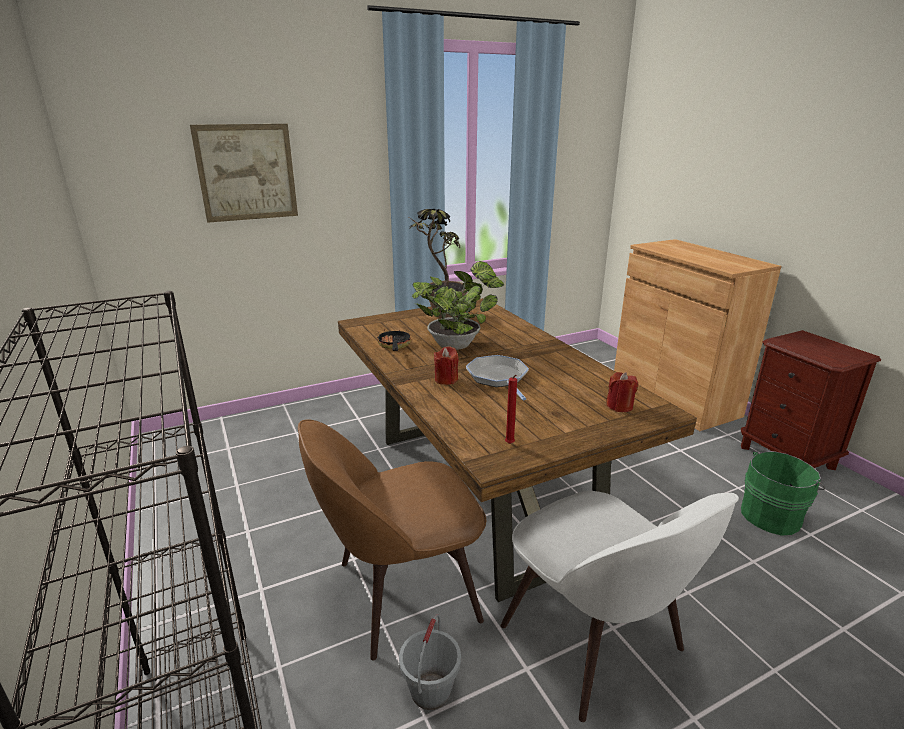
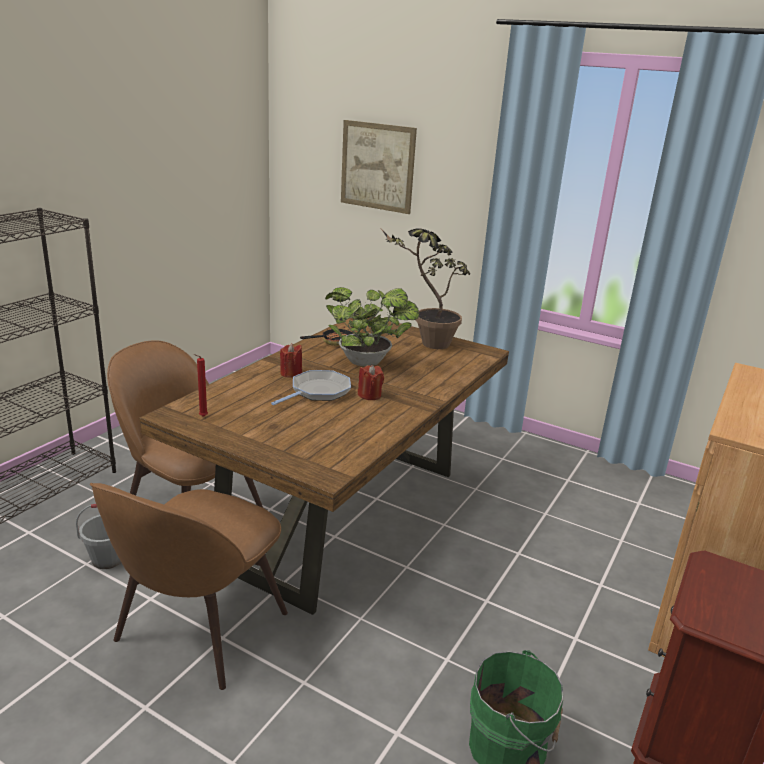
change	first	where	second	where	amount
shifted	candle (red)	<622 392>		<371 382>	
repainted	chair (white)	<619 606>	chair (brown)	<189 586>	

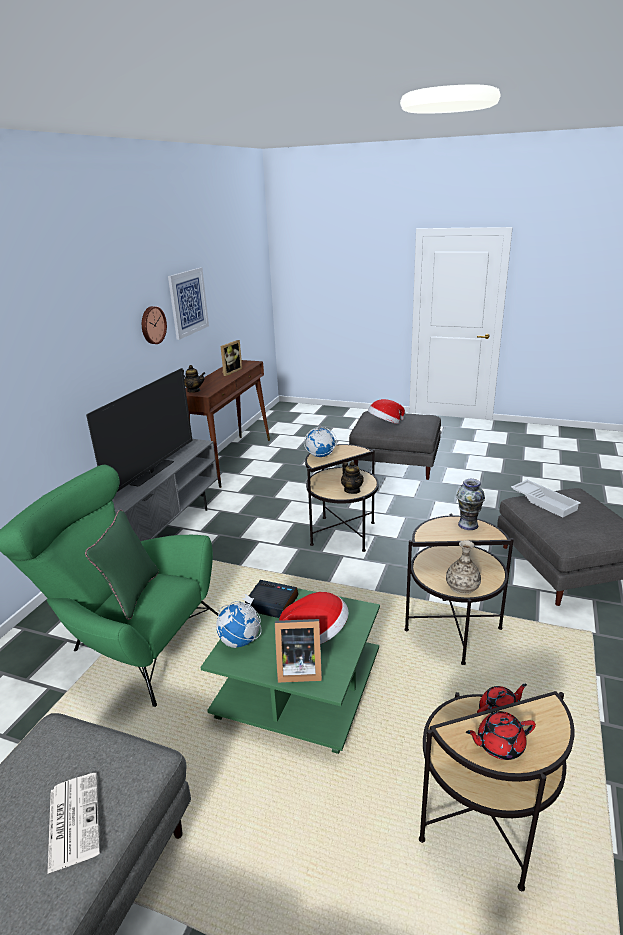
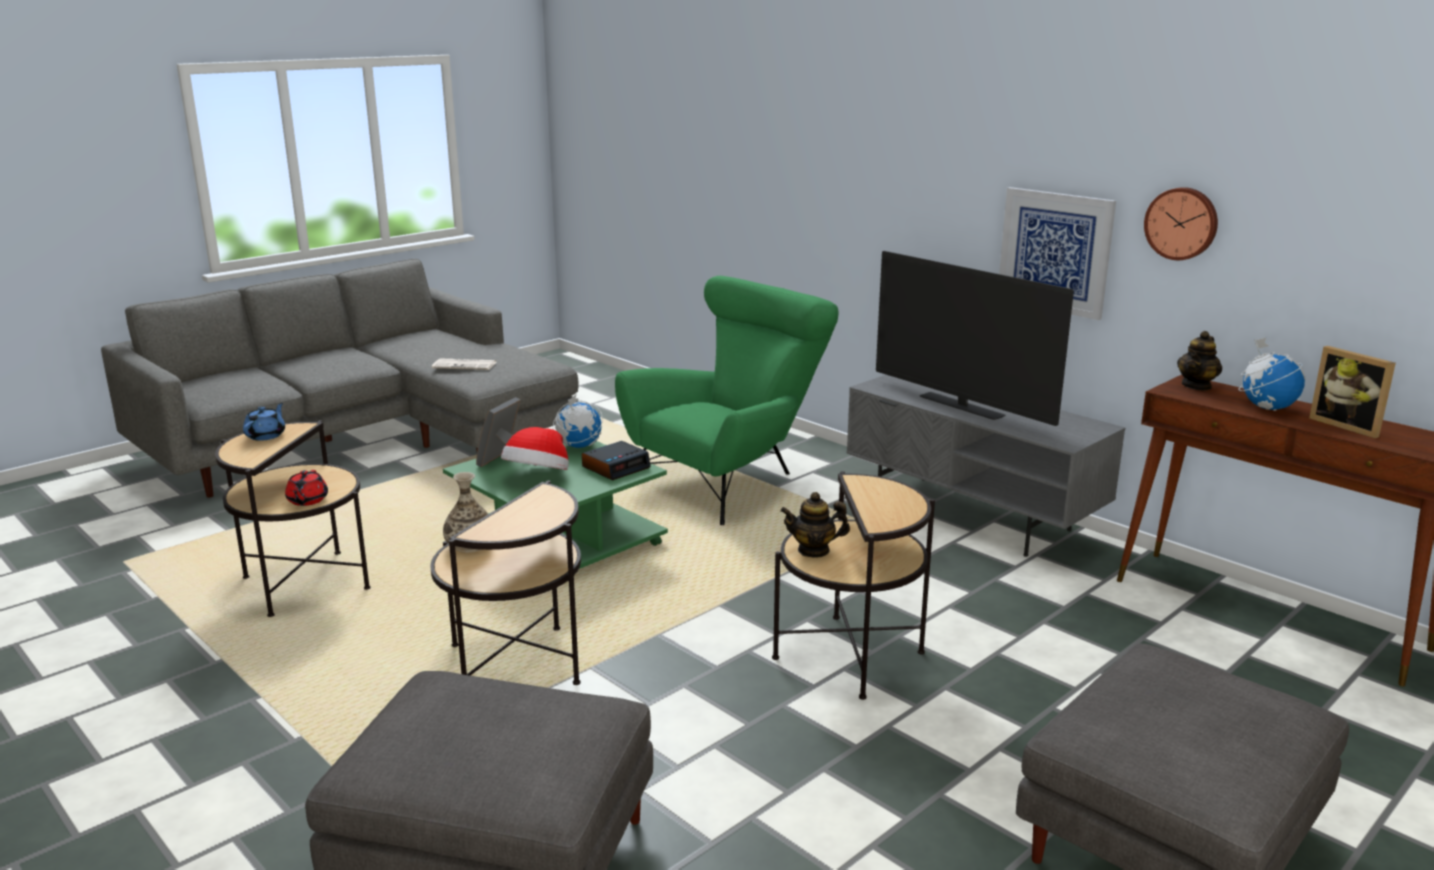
change	first	where	second	where	amount
gone	pillow (green)	<121 565>			
gone	hat	<386 411>			
gone	vase	<471 504>			
gone	tray (white)	<546 498>			
shifted	picture	<188 303>		<1057 253>	
shifted	globe	<320 440>		<1271 374>	
repainted	teapot (red)	<501 735>	teapot (blue)	<264 422>	

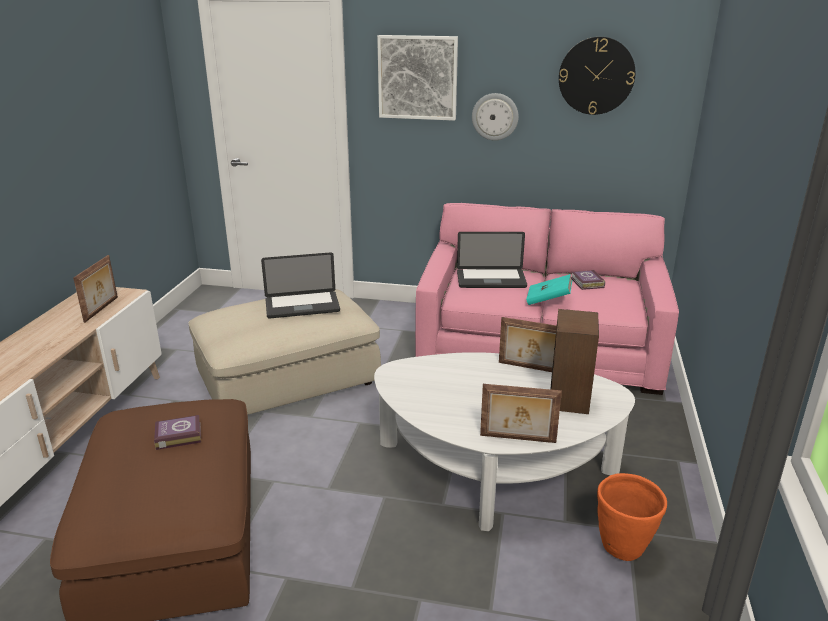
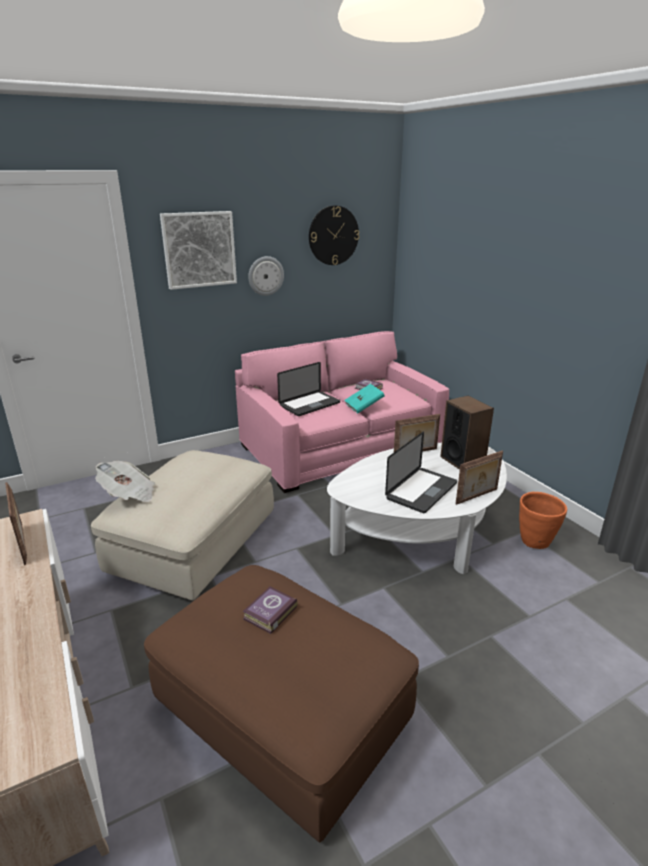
change	first	where	second	where	amount
new			newspaper	<125 481>	
shifted	laptop	<300 285>		<421 472>	

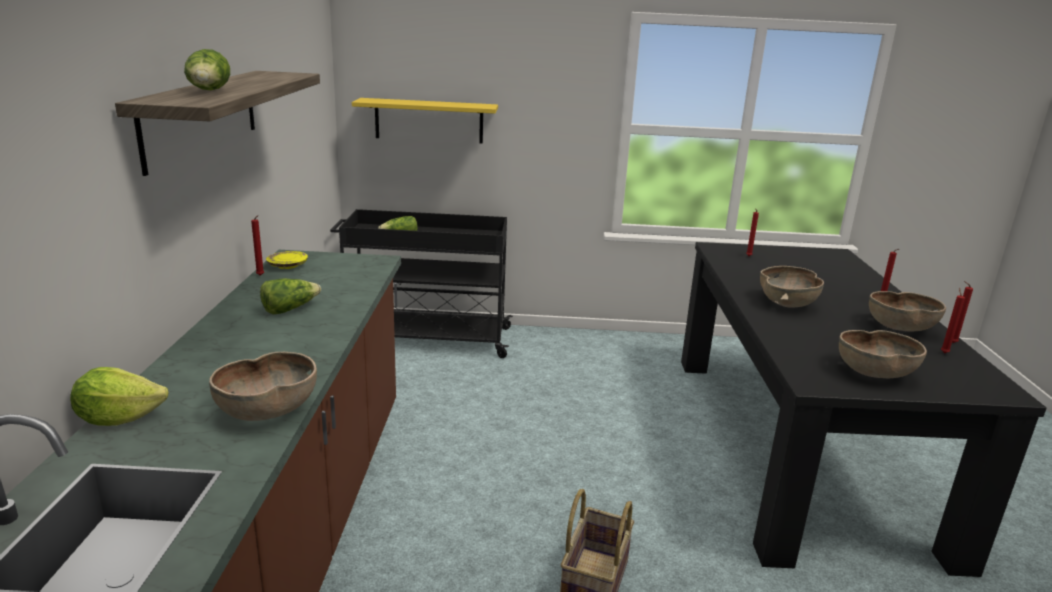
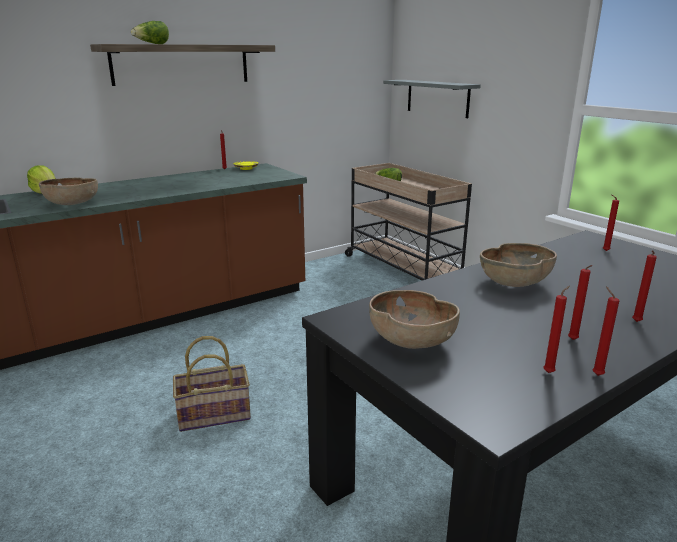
change	first	where	second	where	amount
gone	lettuce	<290 297>			
swapped	bowl (brown)	<907 311>	candle (red)	<580 302>	
repainted	cart (black)	<421 283>	cart (beige)	<408 221>	
repainted	shelf (yellow)	<425 120>	shelf (grey)	<432 99>	

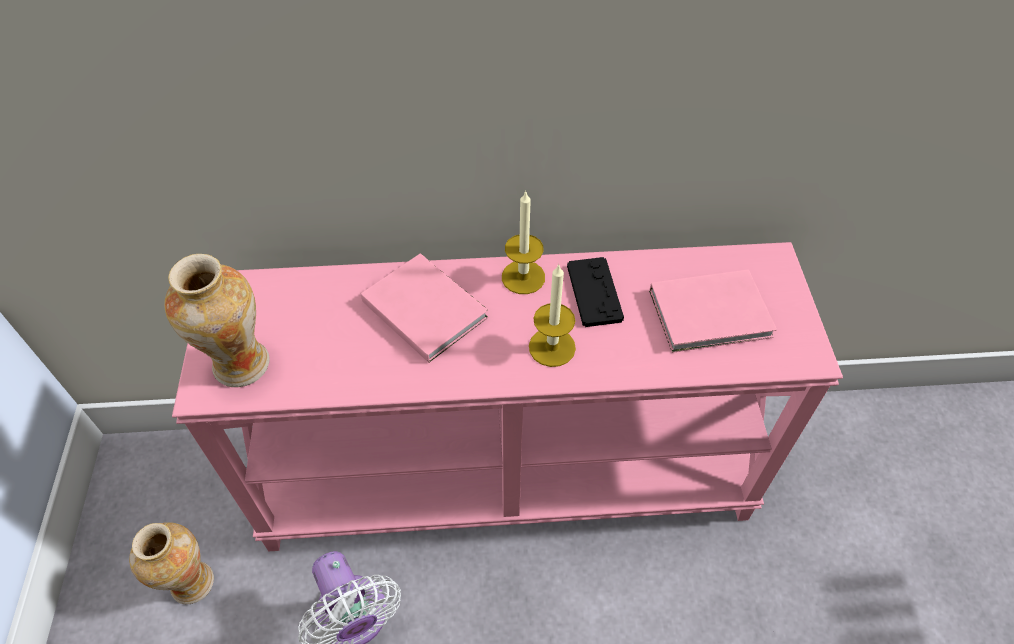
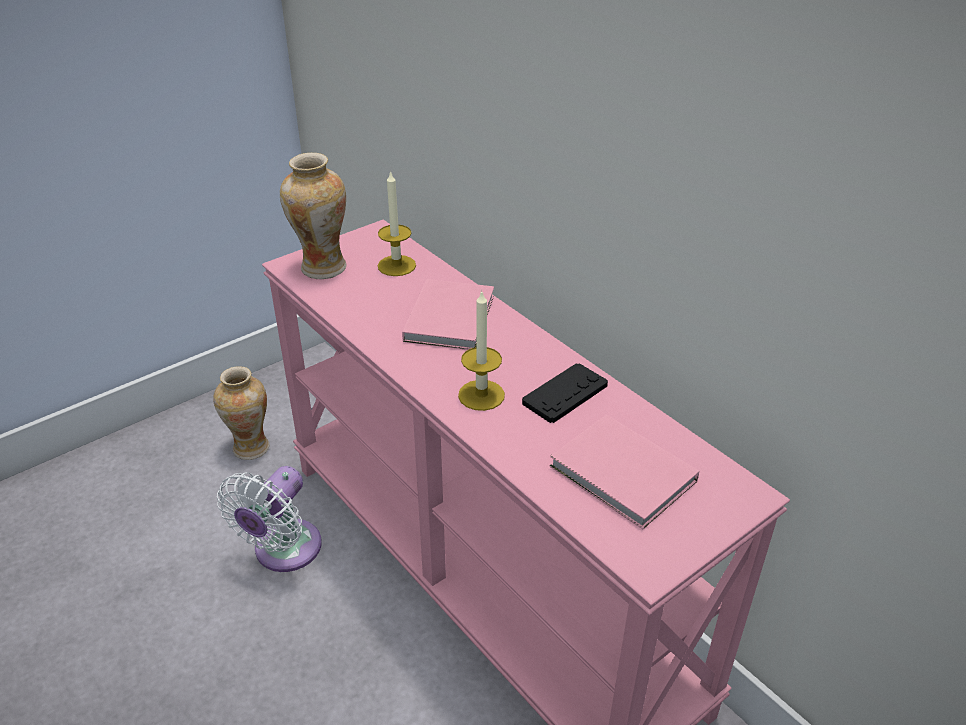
change	first	where	second	where	amount
shifted	candle	<523 242>		<397 223>	

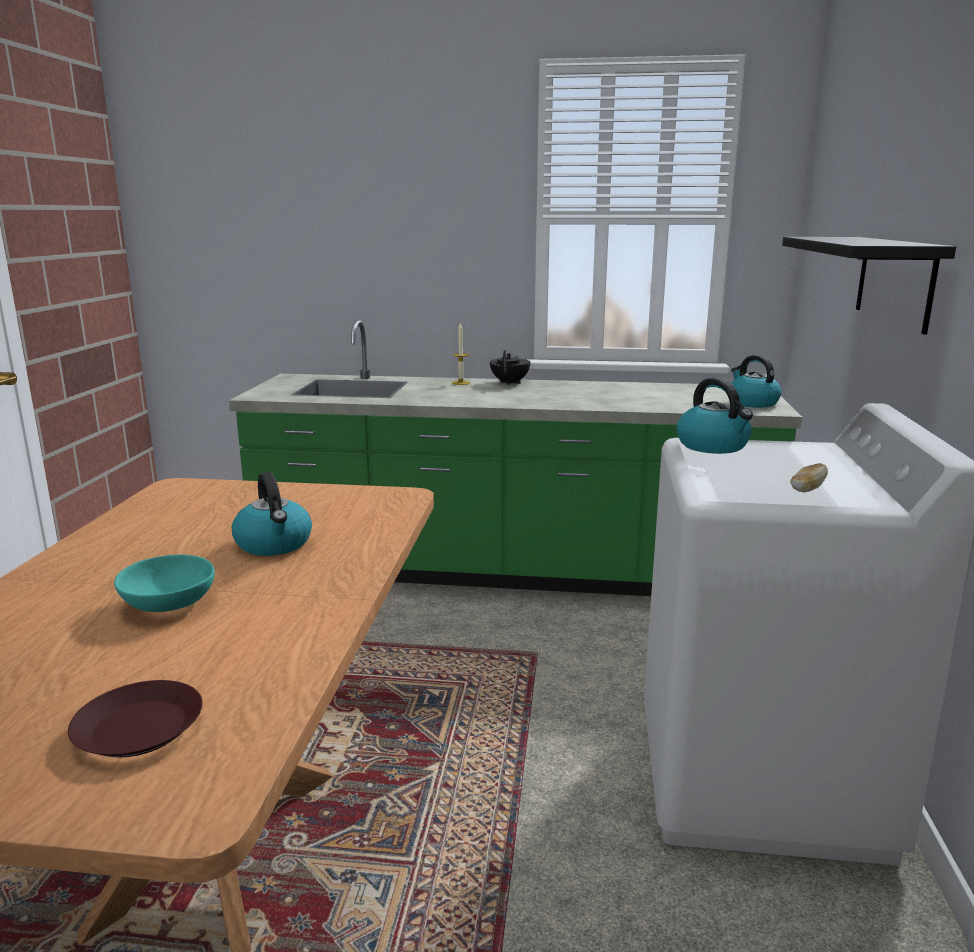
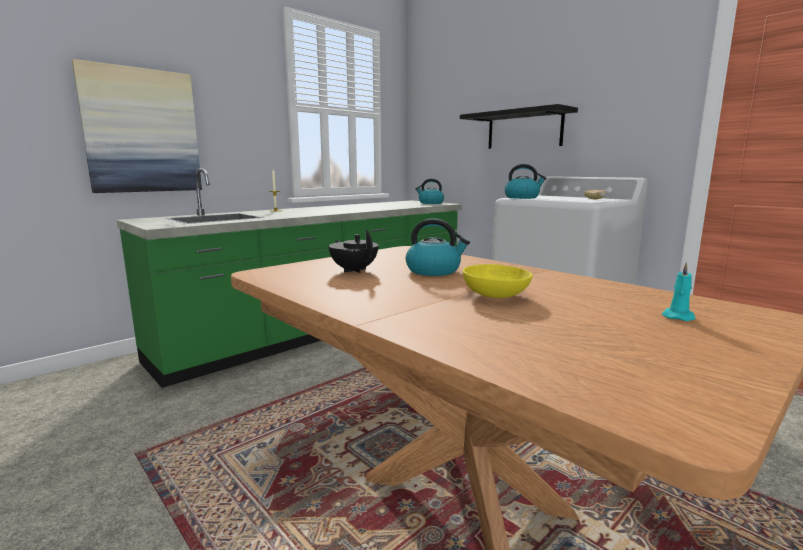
change	first	where	second	where	amount
new			picture	<137 126>	
shifted	teapot (black)	<510 367>		<354 251>	
swapped	plate (brown)	<135 718>	candle (turquoise)	<678 291>	
repainted	bowl (turquoise)	<164 583>	bowl (yellow)	<498 281>	

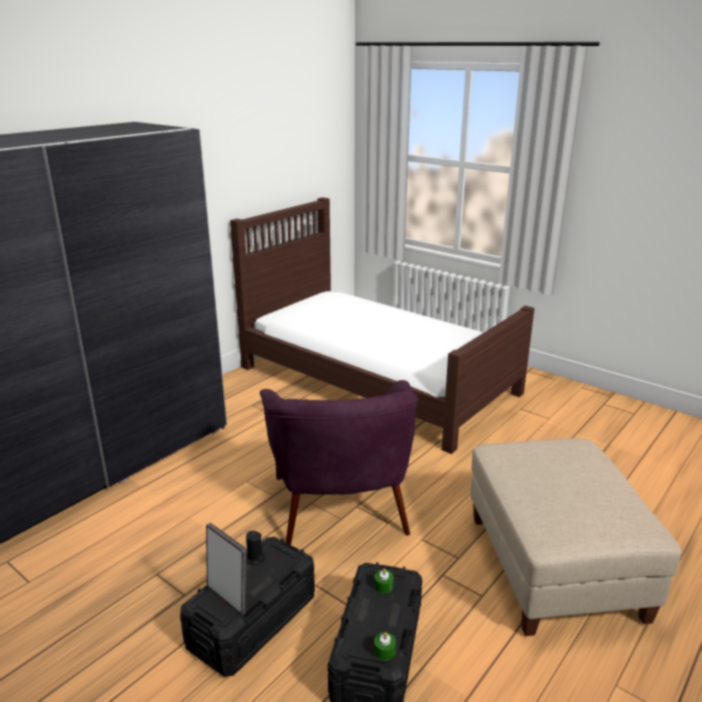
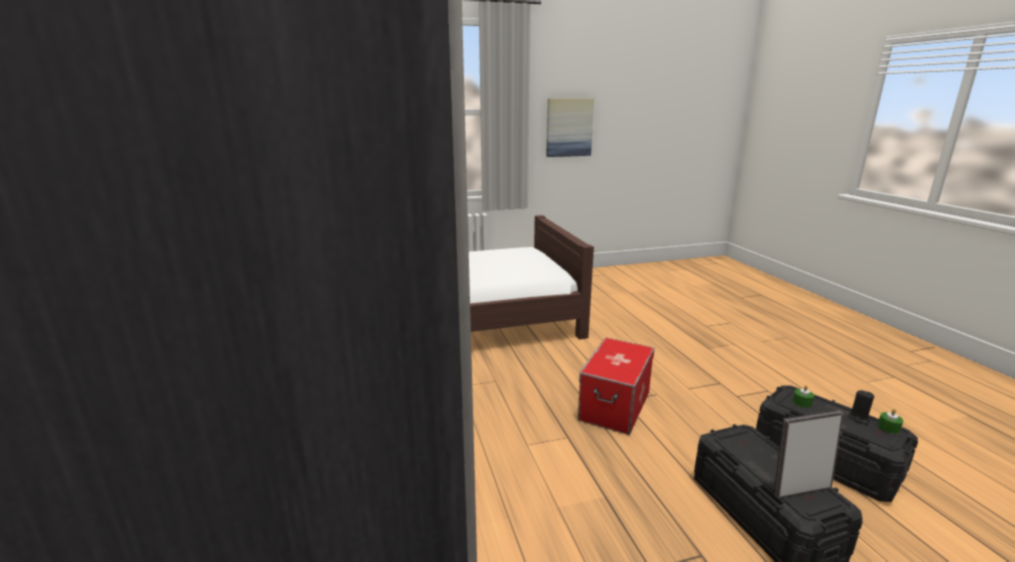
change	first	where	second	where	amount
gone	ottoman (beige)	<575 537>			
new			picture	<570 127>	
shifted	candle (black)	<255 548>		<861 407>	
swapped	armchair (purple)	<339 462>	storage box	<616 386>	

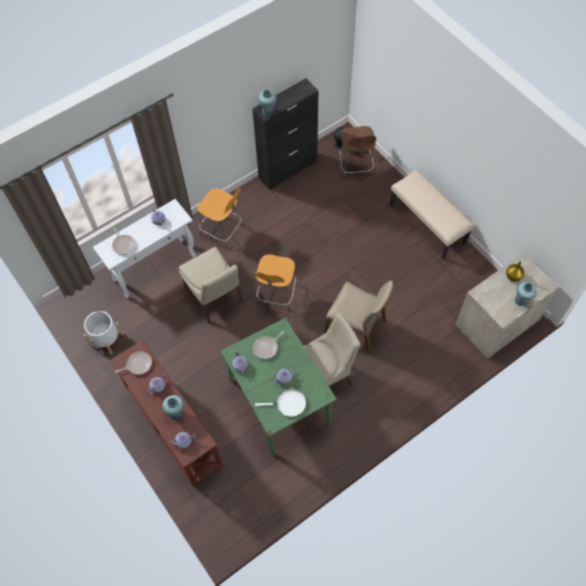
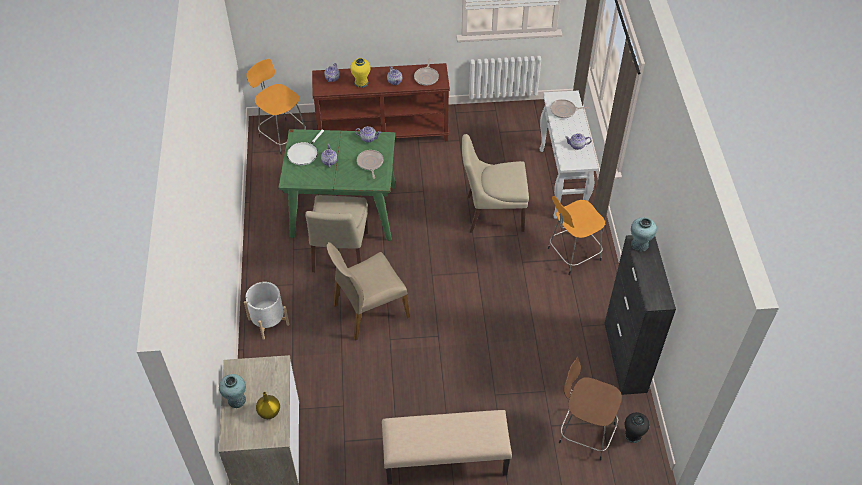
change	first	where	second	where	amount
shifted	planter (white)	<103 332>		<266 311>	
shifted	stool (orange)	<275 282>		<276 107>	
repainted	vase (turquoise)	<173 407>	vase (yellow)	<360 73>	

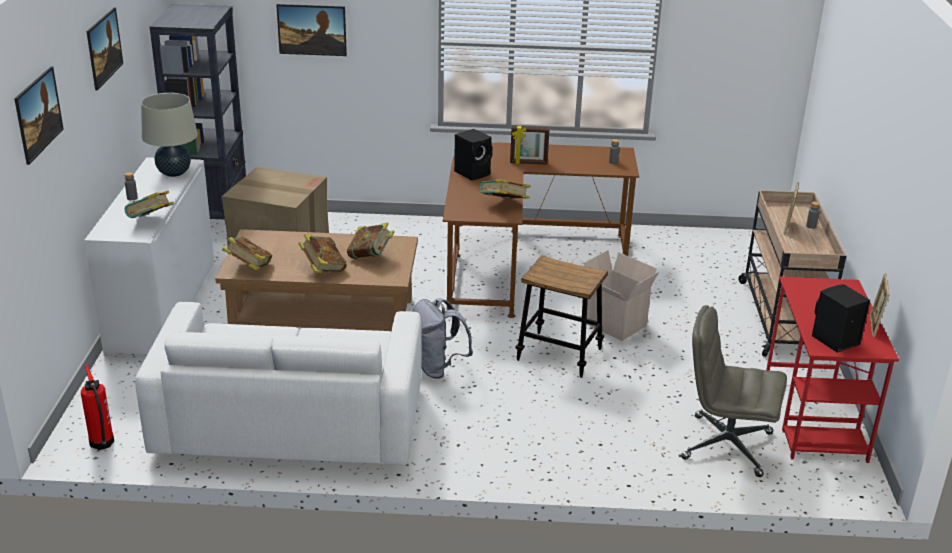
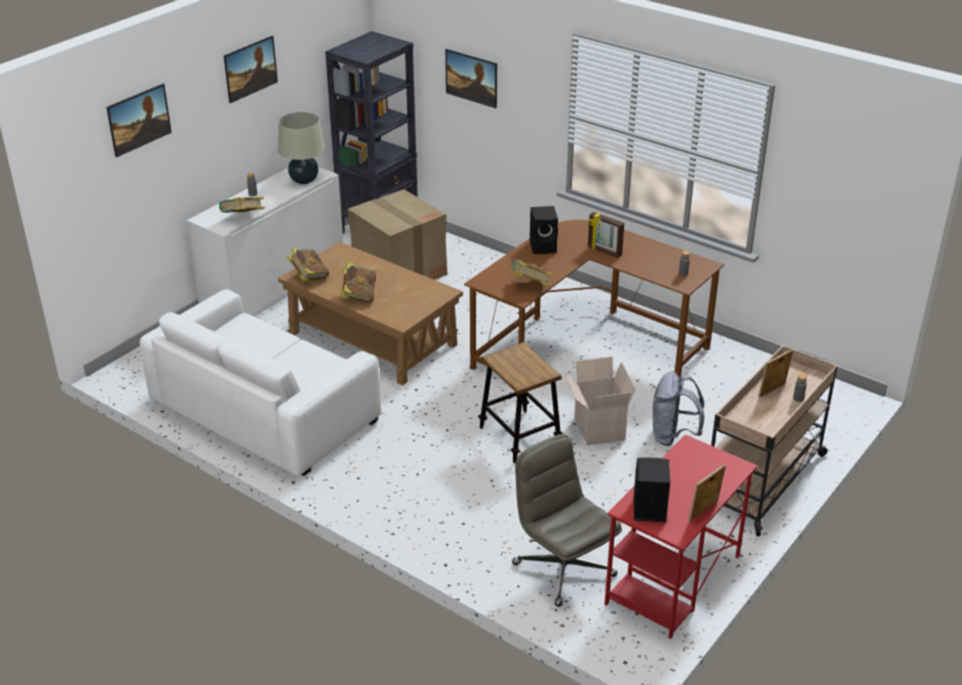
change	first	where	second	where	amount
gone	fire extinguisher	<97 407>			
gone	book	<371 241>			
shifted	backpack (grey)	<443 338>		<678 408>	

